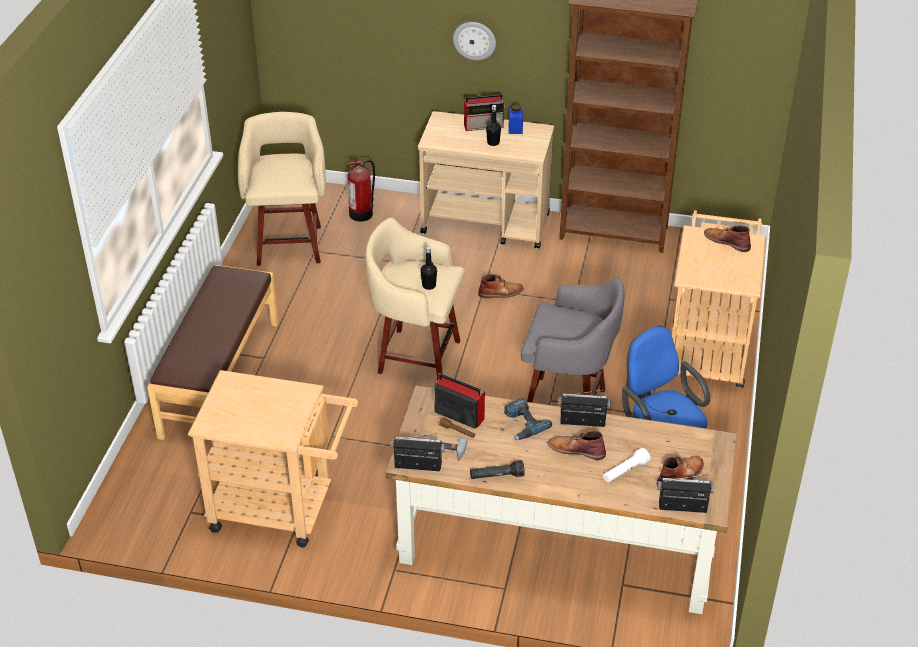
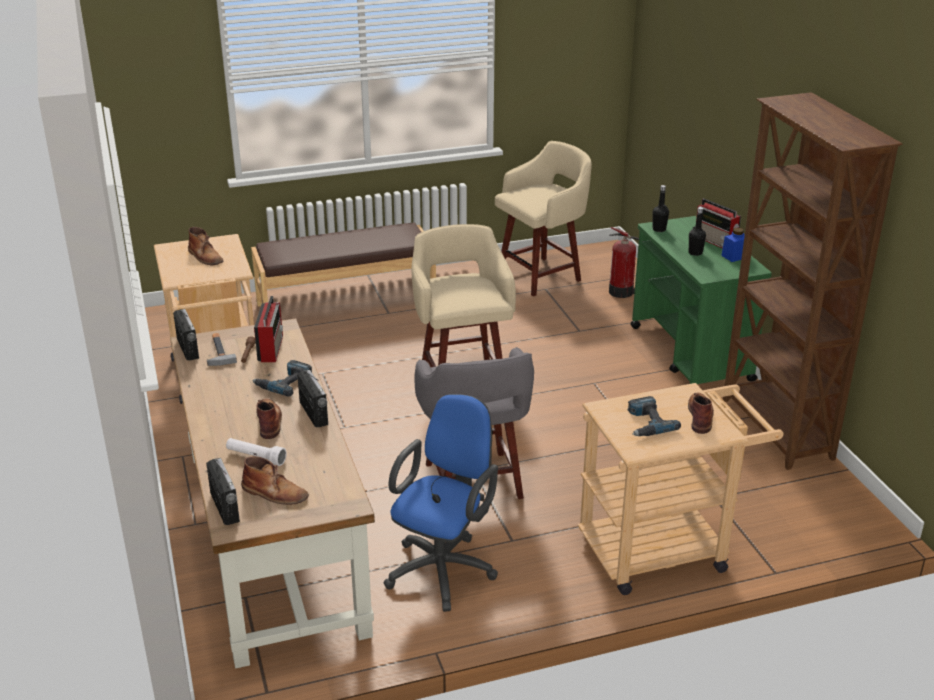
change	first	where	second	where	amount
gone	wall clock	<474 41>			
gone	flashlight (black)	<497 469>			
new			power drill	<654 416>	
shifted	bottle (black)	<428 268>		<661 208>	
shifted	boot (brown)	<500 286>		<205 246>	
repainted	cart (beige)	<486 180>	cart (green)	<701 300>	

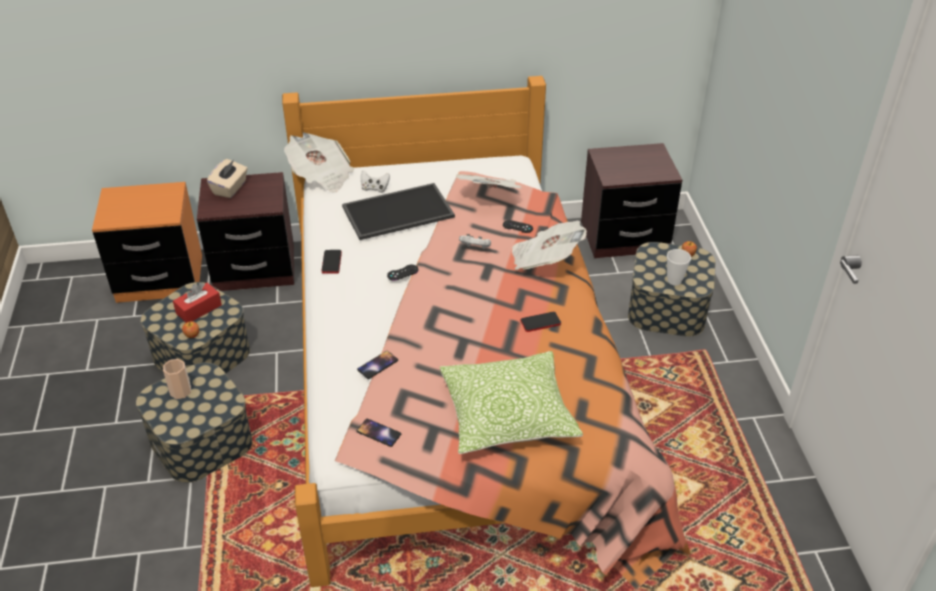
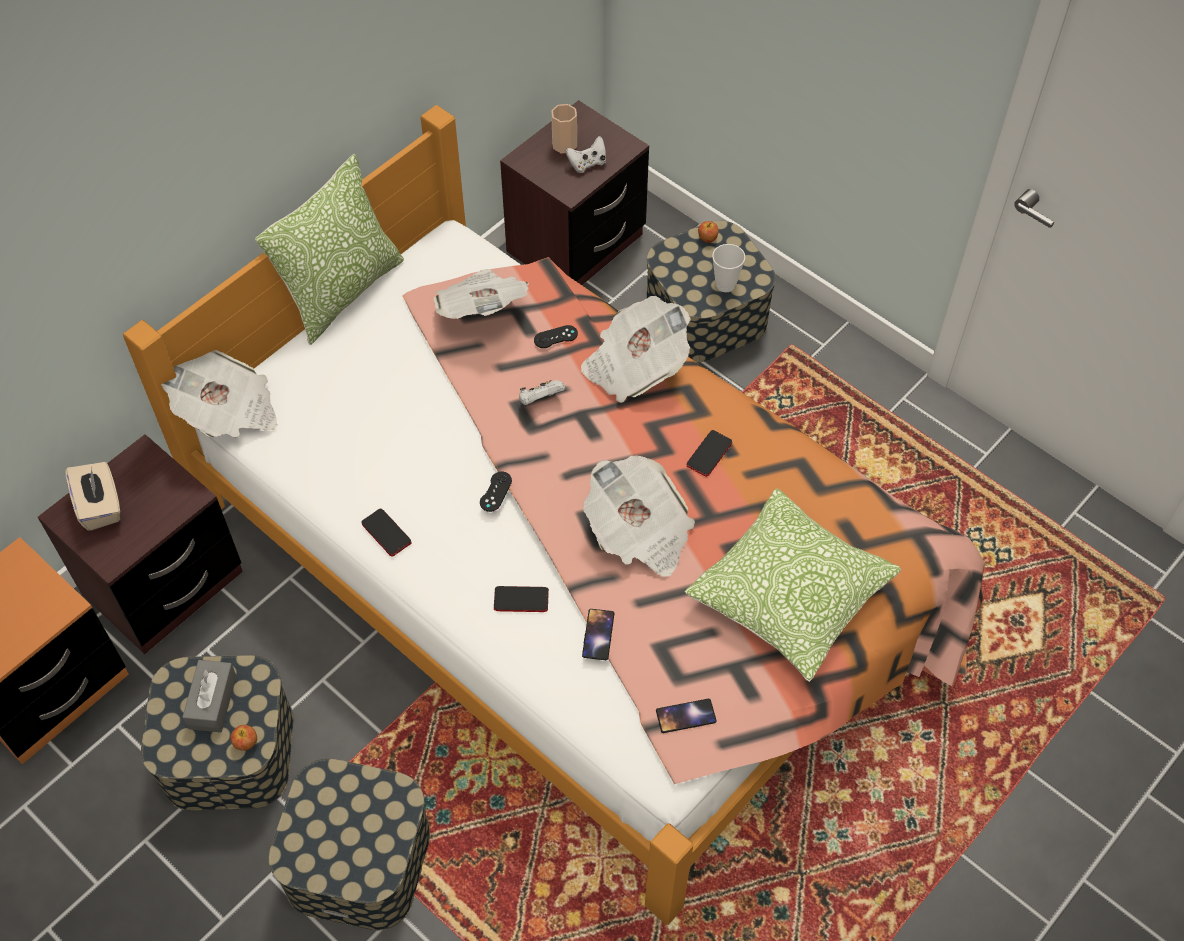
change	first	where	second	where	amount
gone	tray	<398 211>			
new			pillow	<329 249>	
new			phone	<521 599>	
new			newspaper	<639 516>	
shifted	cup	<177 379>		<564 128>	
shifted	game controller (white)	<375 181>		<585 154>	
repainted	tissue box (red)	<197 302>	tissue box (grey)	<209 696>	

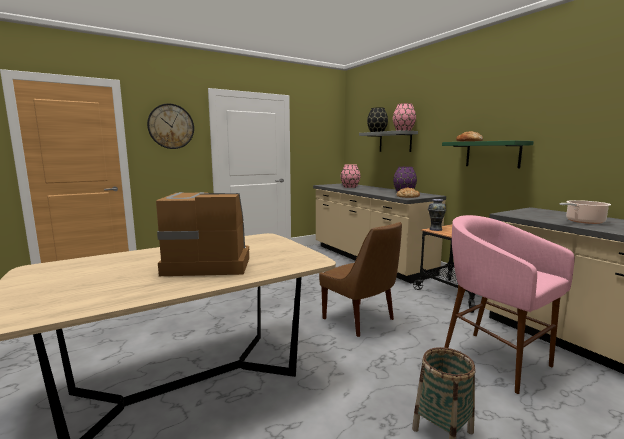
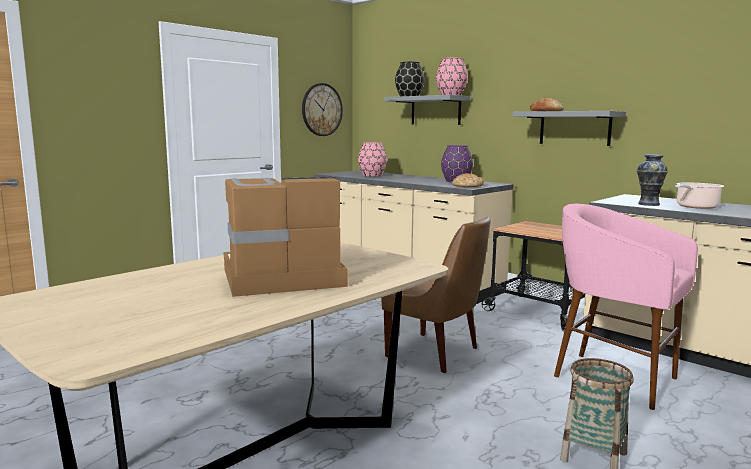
change	first	where	second	where	amount
shifted	wall clock	<170 126>		<322 109>	
shifted	vase	<437 215>		<652 180>	
repainted	shelf (green)	<488 154>	shelf (grey)	<569 128>	

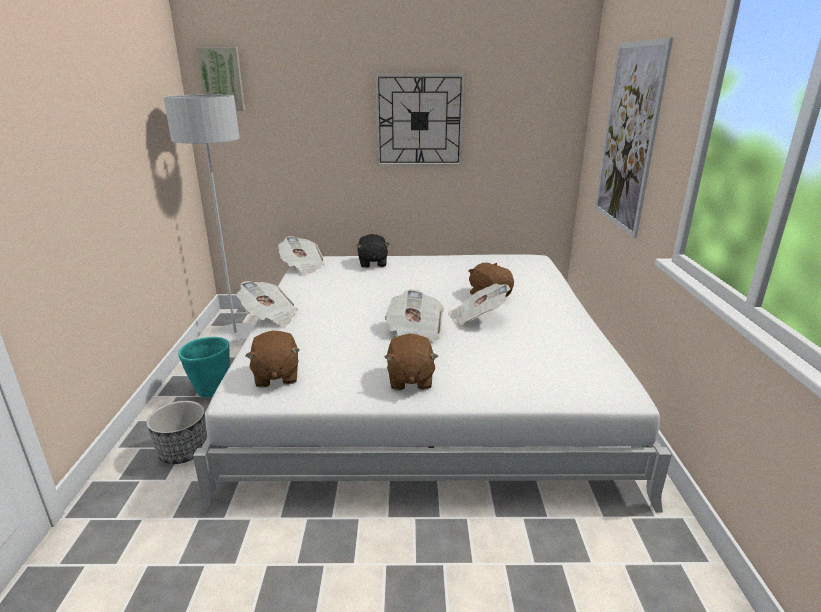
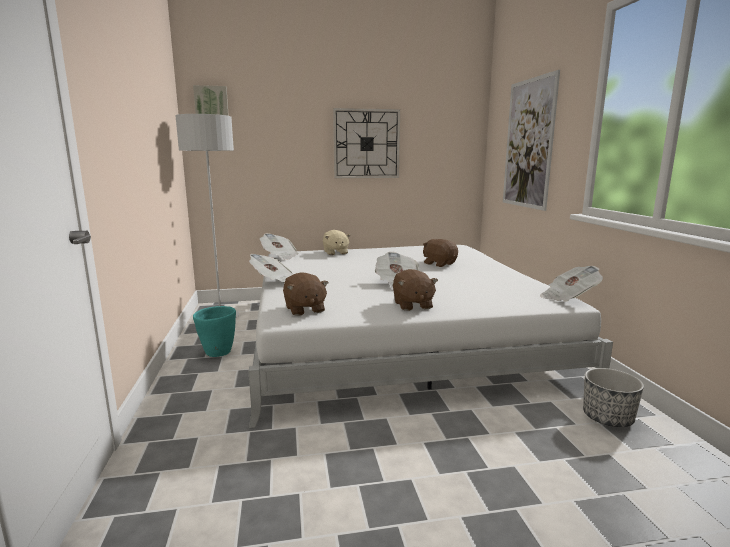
change	first	where	second	where	amount
shifted	planter	<176 432>		<613 397>	
shifted	newspaper	<479 303>		<571 284>	
repainted	plush toy (black)	<373 251>	plush toy (beige)	<337 242>	

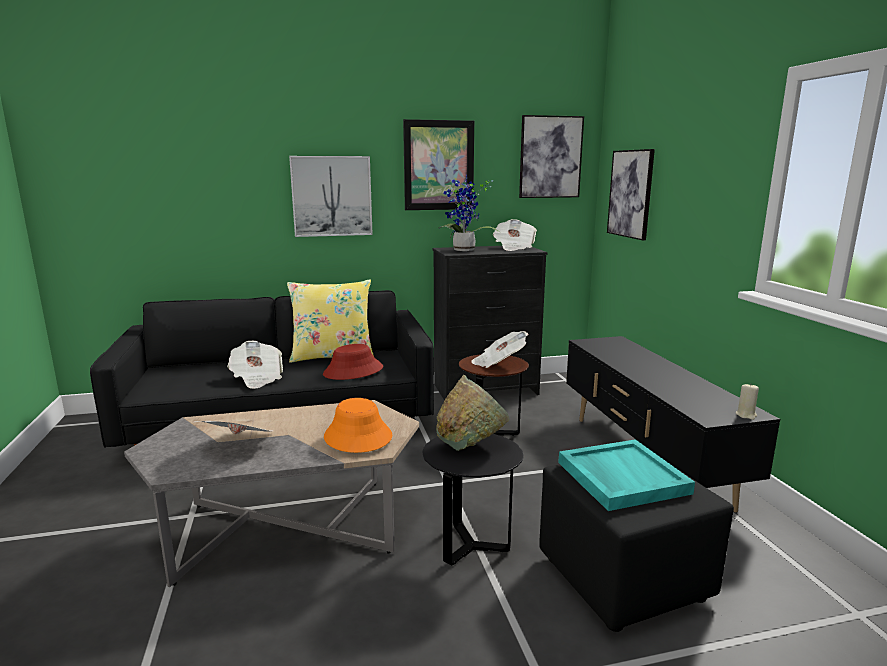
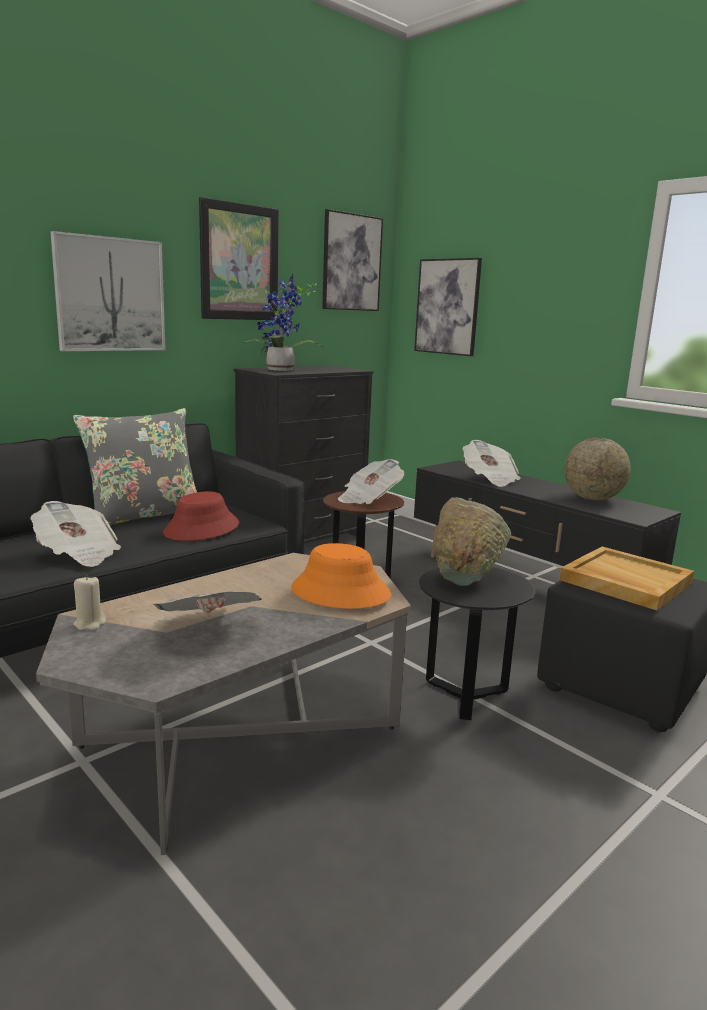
change	first	where	second	where	amount
new			globe	<597 469>	
shifted	newspaper	<515 235>		<492 463>	
shifted	candle (beige)	<747 402>		<90 602>	
repainted	pillow (yellow)	<330 321>	pillow (grey)	<135 466>	
repainted	tray (turquoise)	<626 475>	tray (beige)	<626 578>	

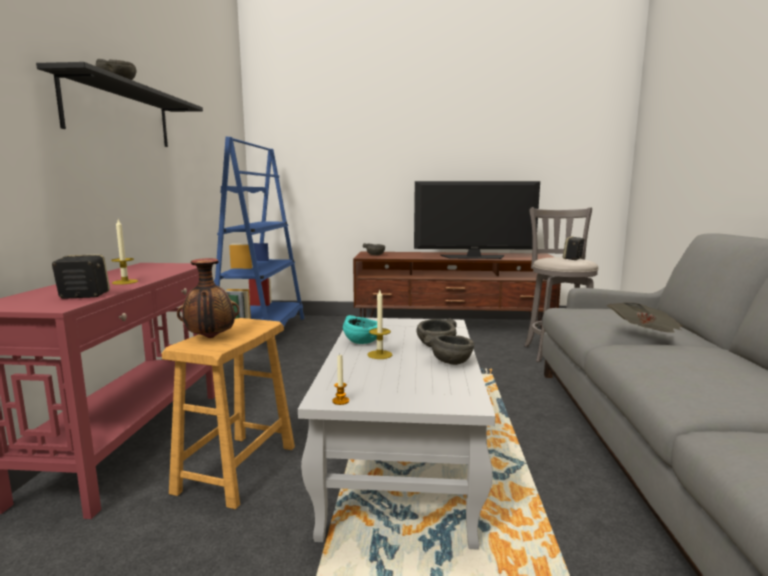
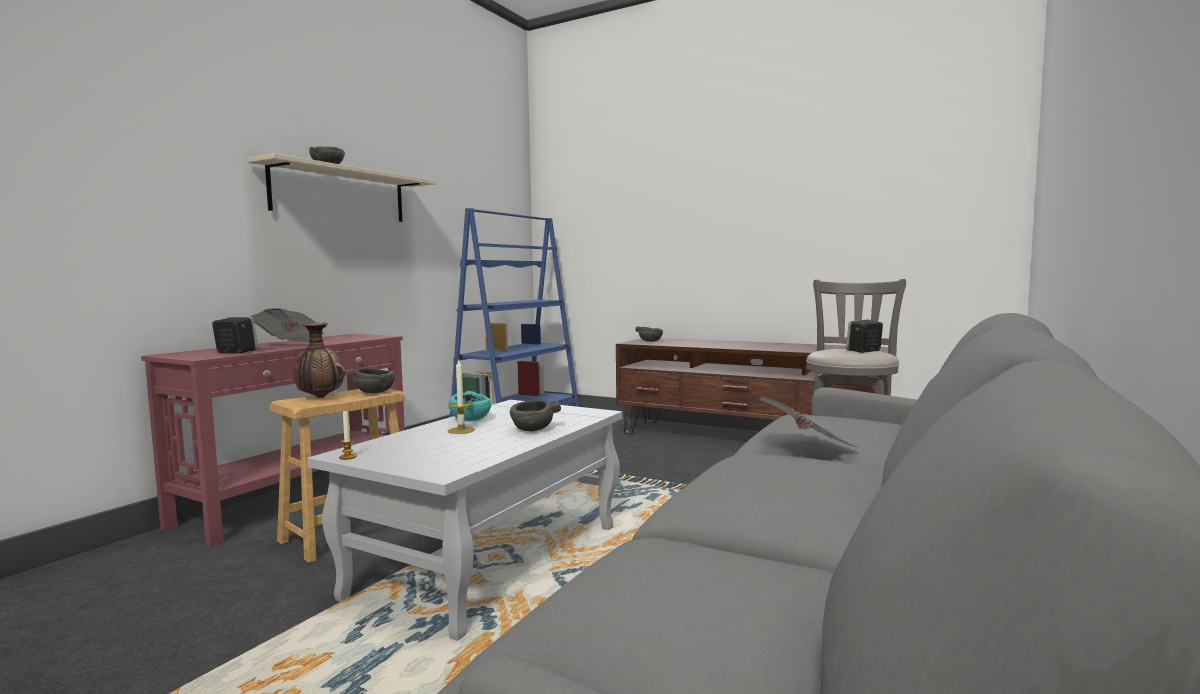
change	first	where	second	where	amount
gone	television	<477 220>			
shifted	bowl (grey)	<449 350>		<373 380>	
swapped	candle	<124 252>	newspaper	<288 325>	
repainted	shelf (black)	<119 104>	shelf (beige)	<341 187>	

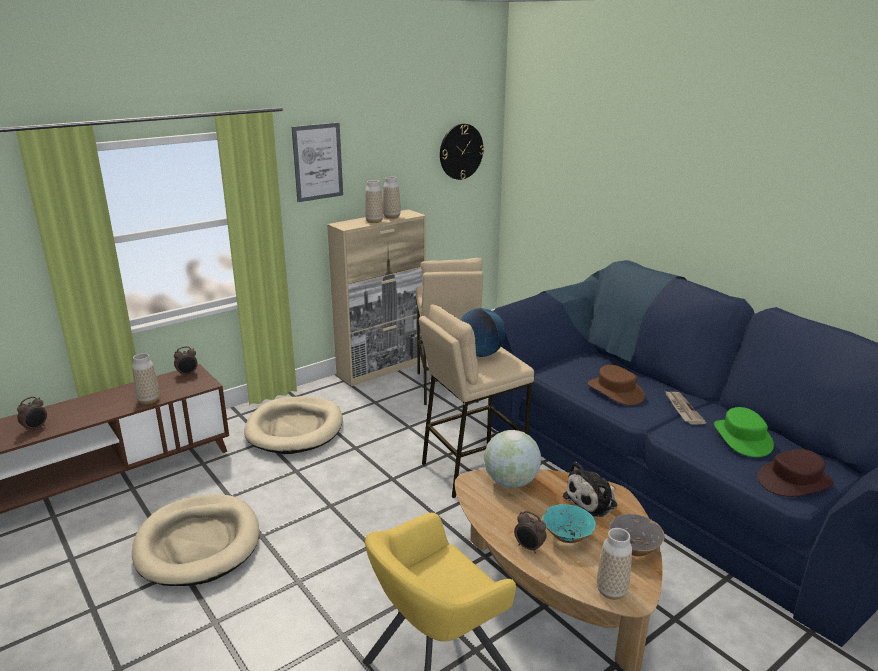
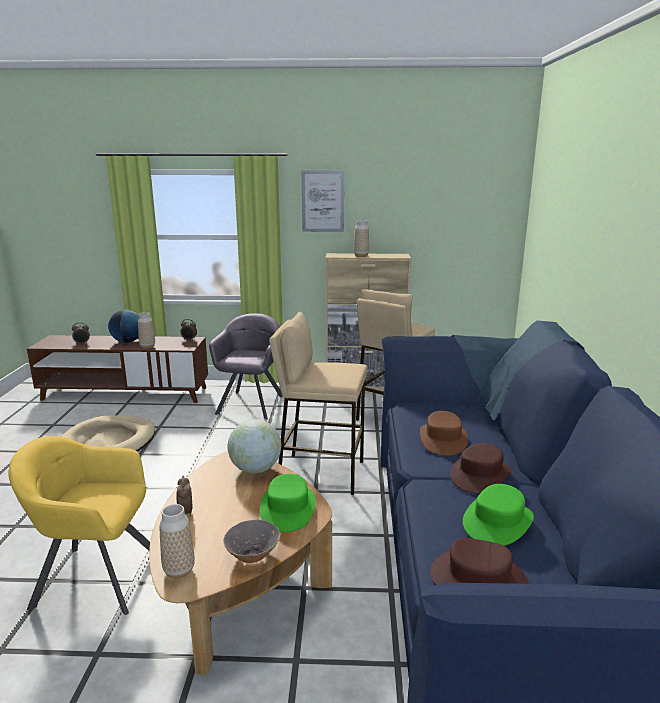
change	first	where	second	where	amount
gone	vase	<392 197>			
gone	wall clock	<462 152>			
gone	bowl (turquoise)	<569 523>			
shifted	globe	<482 332>		<123 326>	
swapped	dog bed (beige)	<293 425>	armchair (grey)	<245 366>	
swapped	plush toy	<590 489>	hat (green)	<287 503>	
swapped	newspaper	<685 408>	hat (brown)	<481 468>	

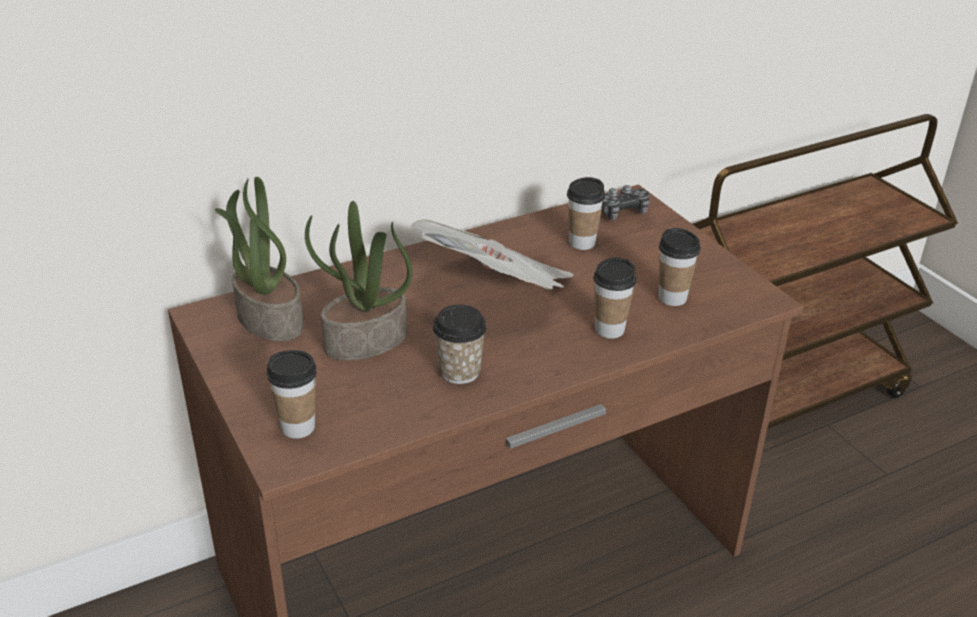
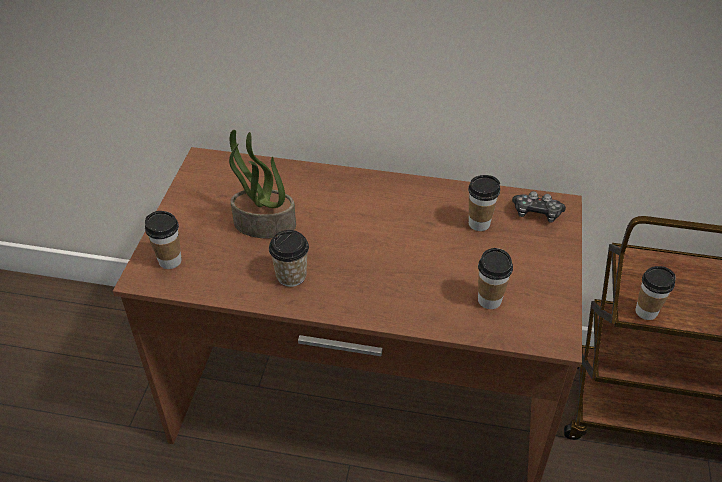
change	first	where	second	where	amount
gone	potted plant	<259 259>			
gone	newspaper	<492 254>			
shifted	cup	<614 298>		<656 293>	

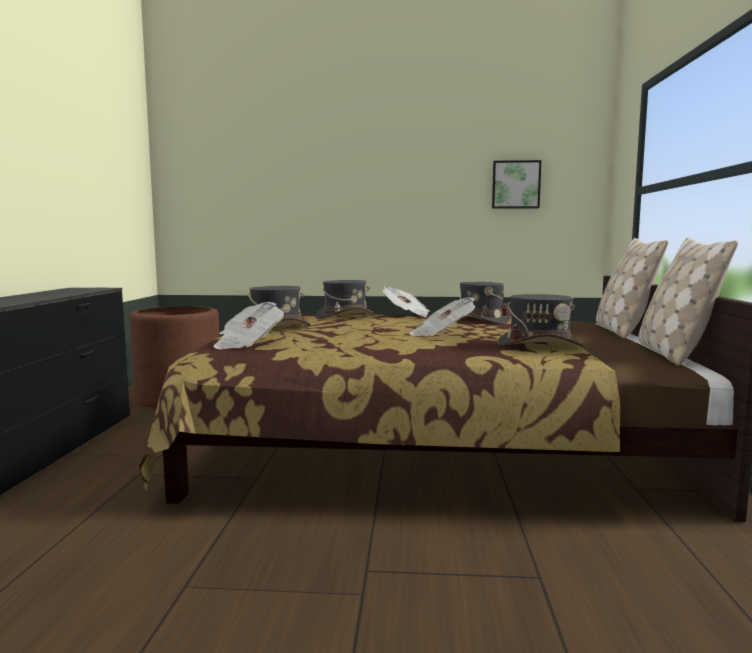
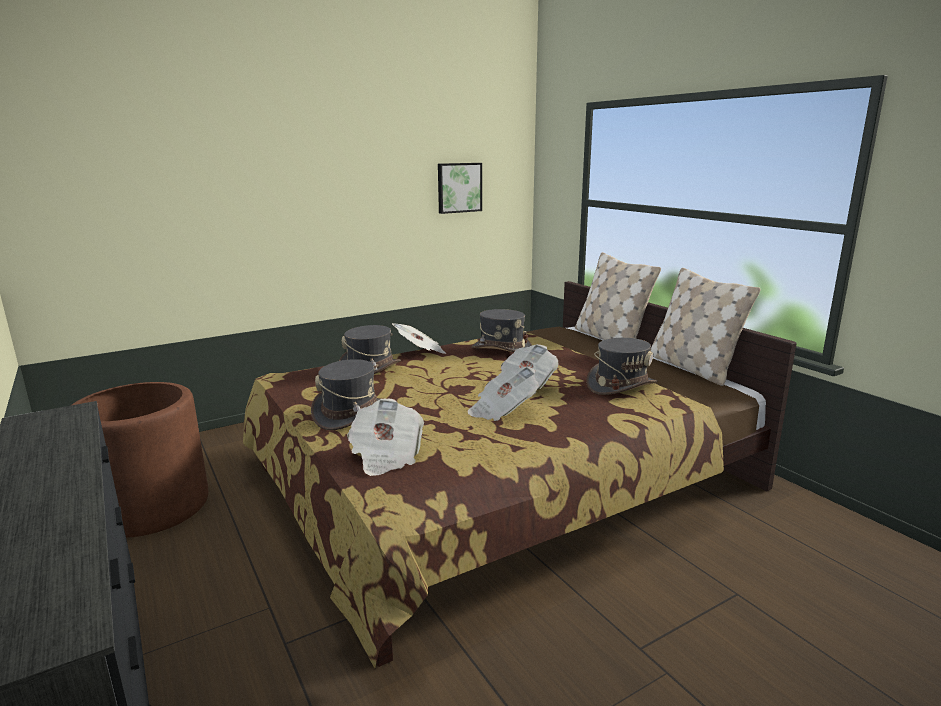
change	first	where	second	where	amount
new			newspaper	<503 394>	

